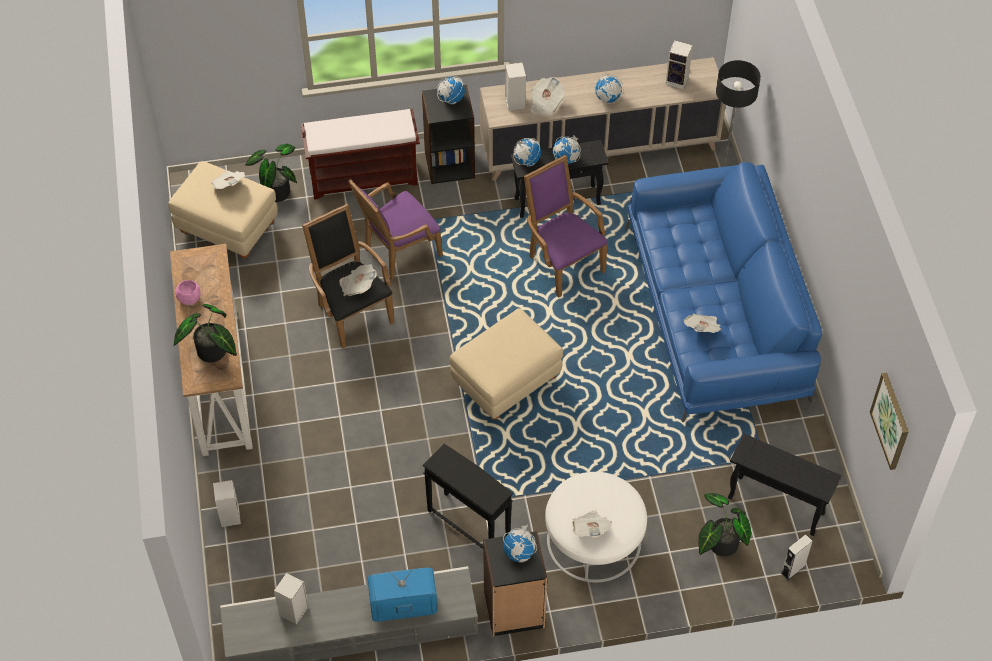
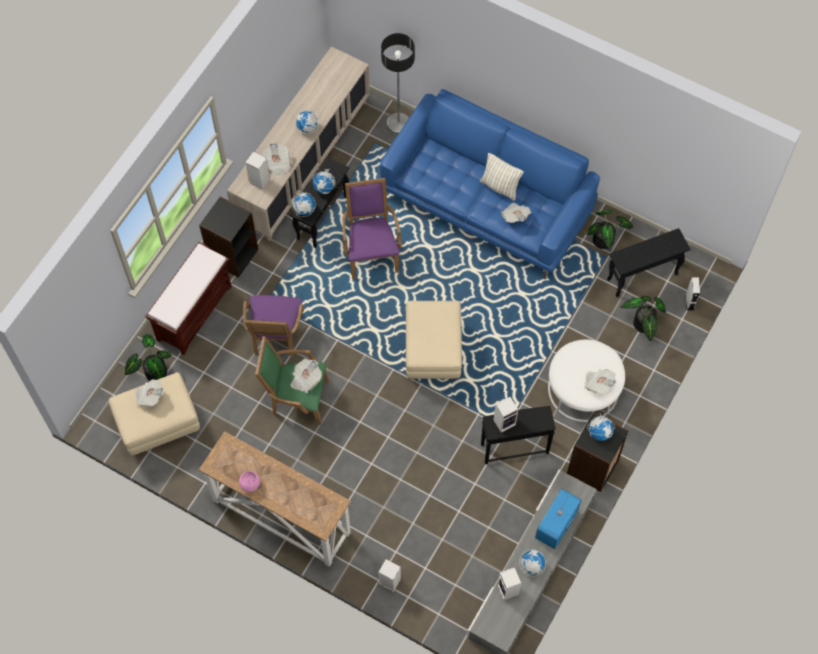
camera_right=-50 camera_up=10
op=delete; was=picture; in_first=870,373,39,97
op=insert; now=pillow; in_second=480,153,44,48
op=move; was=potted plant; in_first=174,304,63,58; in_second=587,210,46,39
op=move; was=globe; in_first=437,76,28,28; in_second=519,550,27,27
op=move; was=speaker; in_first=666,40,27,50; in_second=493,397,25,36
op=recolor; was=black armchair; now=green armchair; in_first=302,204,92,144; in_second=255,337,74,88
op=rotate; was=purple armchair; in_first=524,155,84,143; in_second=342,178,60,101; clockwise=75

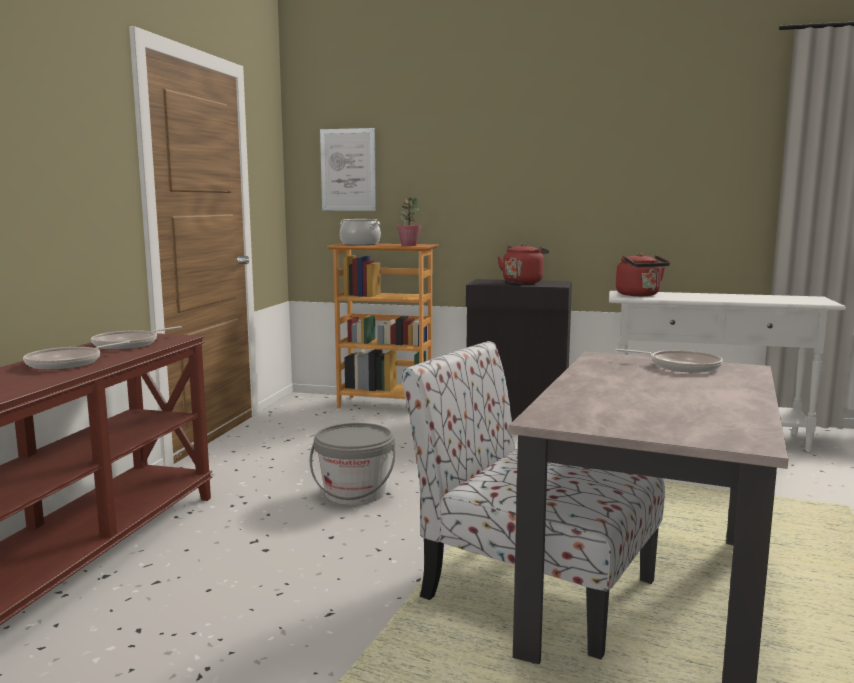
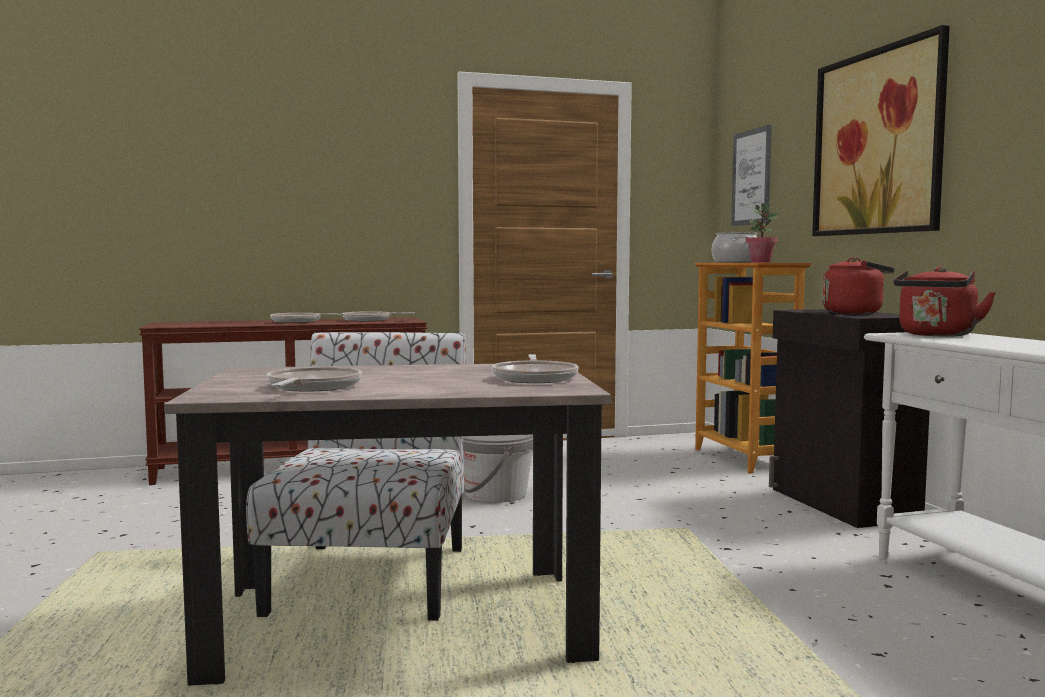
camera_right=60 camera_up=-5
op=insert; now=frying pan; in_second=267,366,95,26
op=insert; now=picture; in_second=812,25,138,211

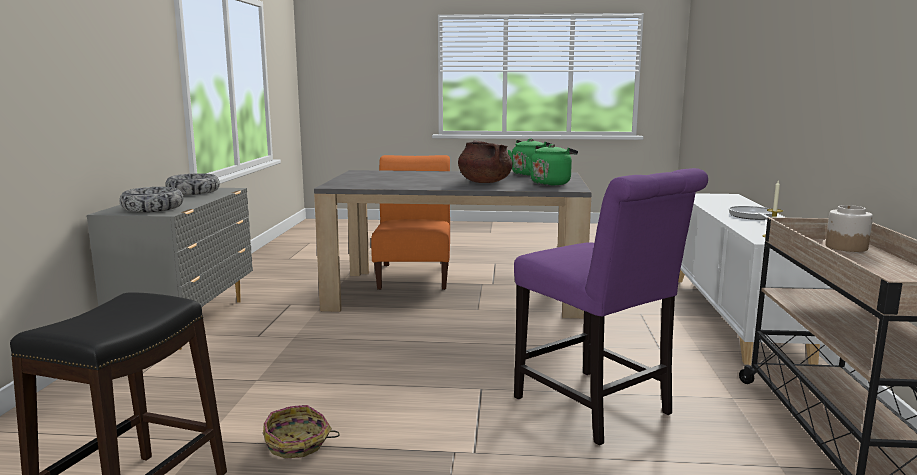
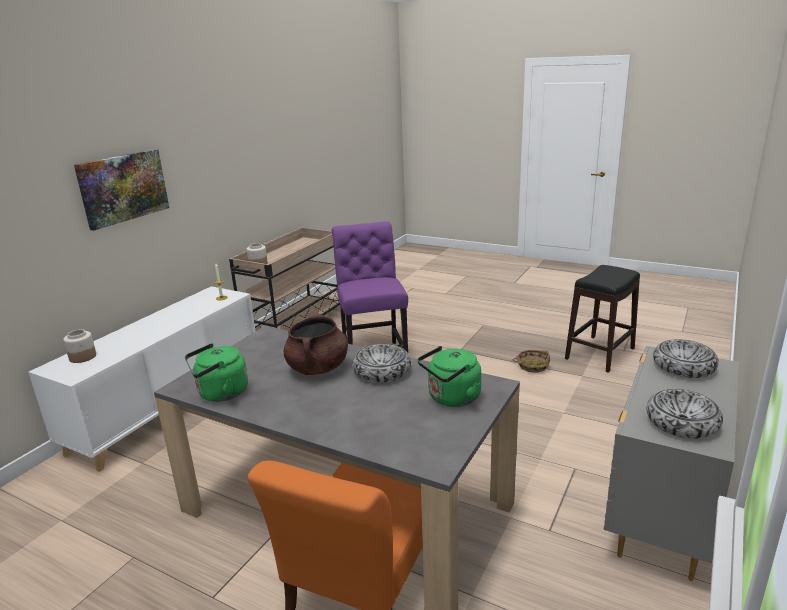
camera_right=-155 camera_up=10
op=delete; was=frying pan; in_first=729,206,43,14
op=insert; now=jar; in_second=63,329,33,34
op=insert; now=picture; in_second=74,149,95,82
op=insert; now=bowl; in_second=352,344,59,39
op=move; was=green kettle; in_first=525,144,53,41; in_second=418,346,63,61

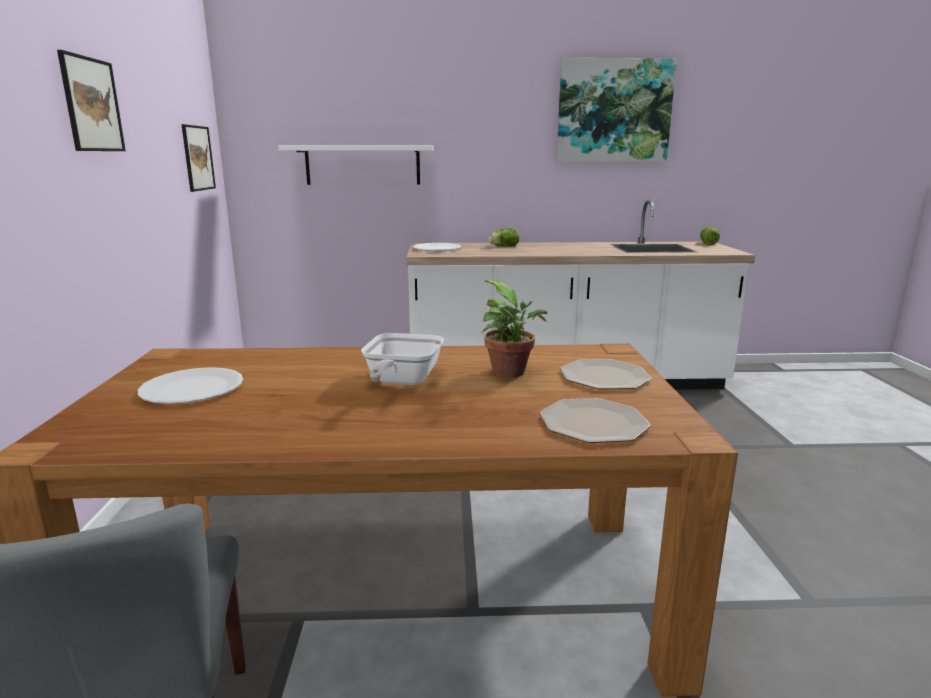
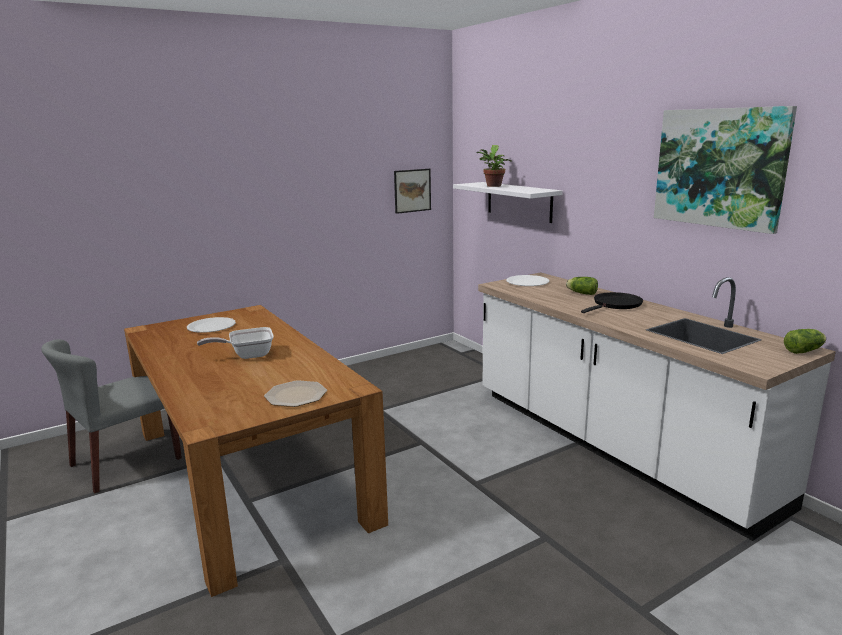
camera_right=60 camera_up=0
op=delete; was=picture; in_first=57,50,69,101
op=delete; was=plate; in_first=540,398,111,45
op=insert; now=black frying pan; in_second=581,292,62,21
op=move; was=potted plant; in_first=481,280,67,98; in_second=477,145,35,42

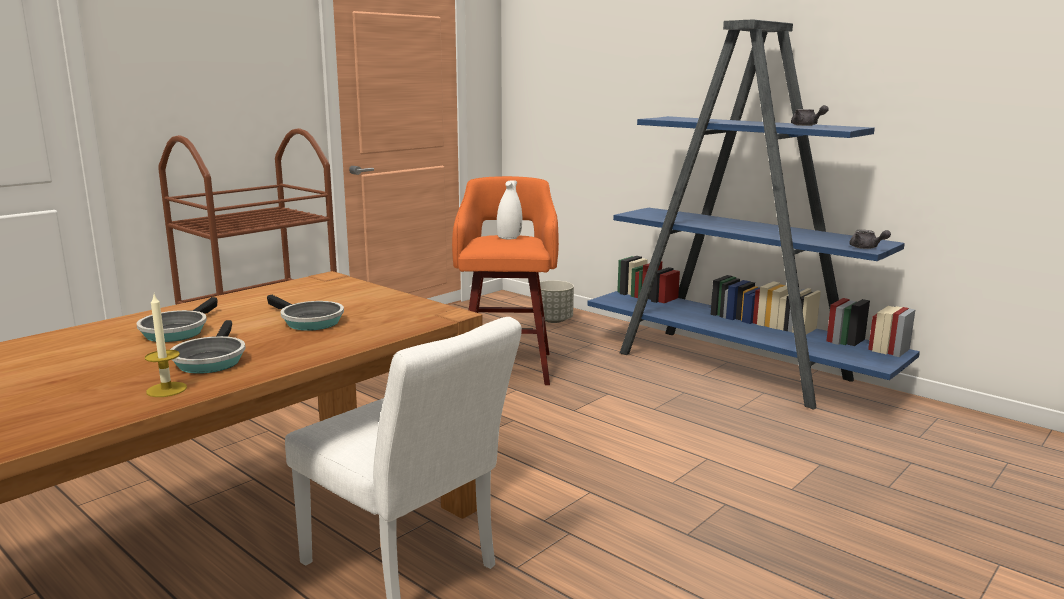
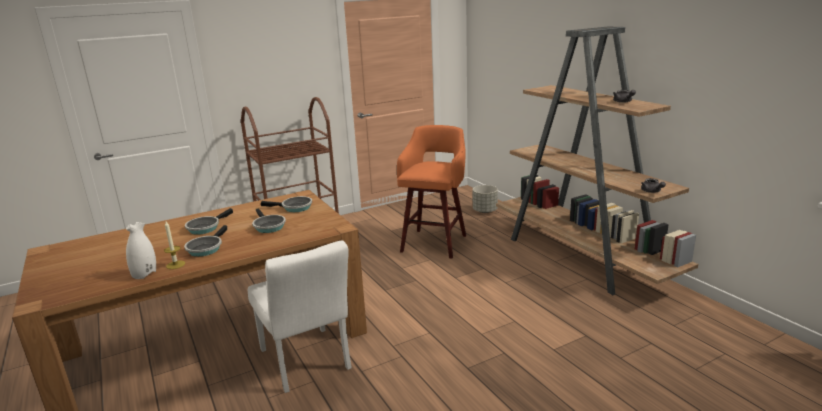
camera_right=20 camera_up=5
op=insert; now=frying pan; in_second=261,196,51,16
op=move; was=white vase; in_first=497,180,25,59; in_second=126,222,30,57
op=recolor; was=blue bookcase; now=brown bookcase; in_first=587,19,333,391; in_second=496,26,202,269

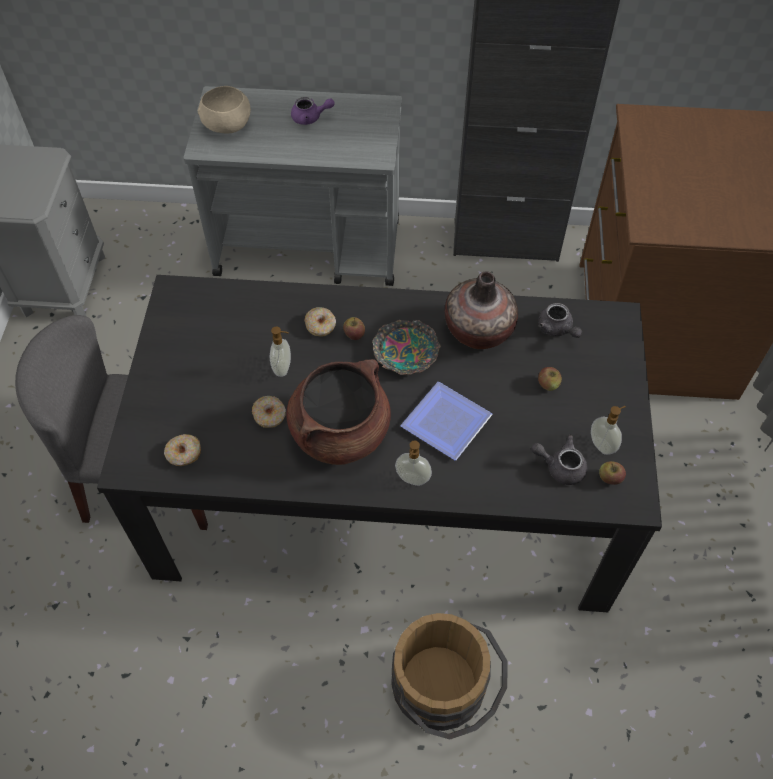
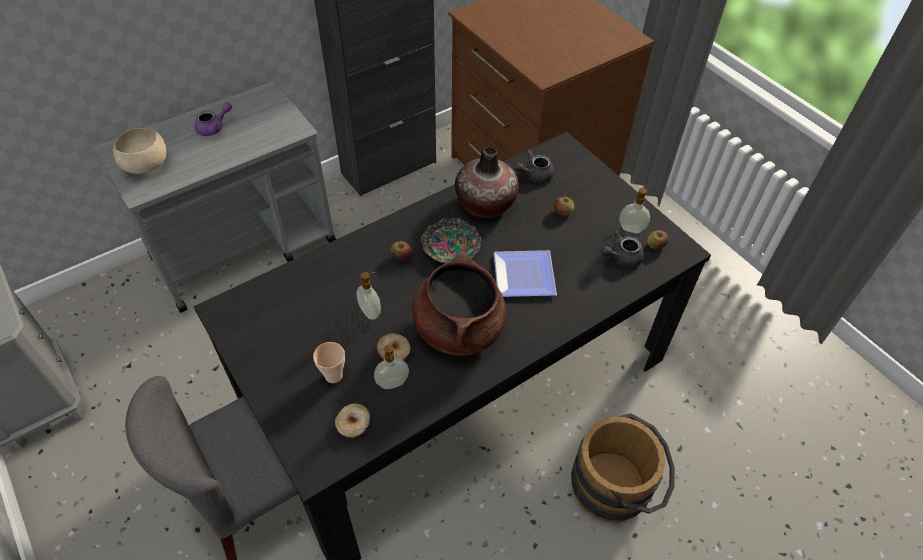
camera_right=-40 camera_up=-5
op=delete; was=donut; in_first=304,307,32,29
op=insert; now=cup; in_second=313,342,32,41
op=move; was=soap dispenser; in_first=395,440,37,46; in_second=374,344,35,45
op=rotate; was=grey teapot; in_first=538,303,44,35; in_second=514,150,40,32; clockwise=135

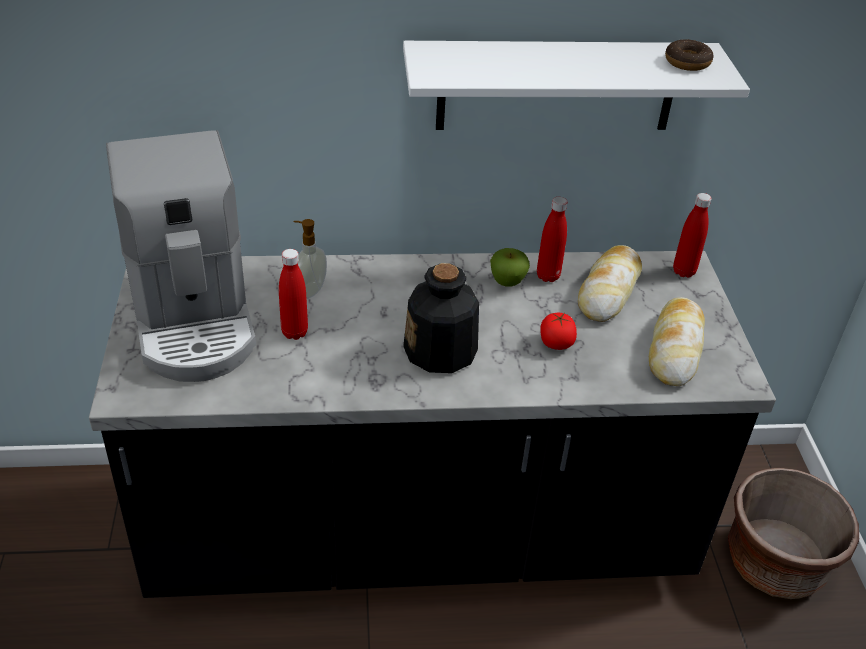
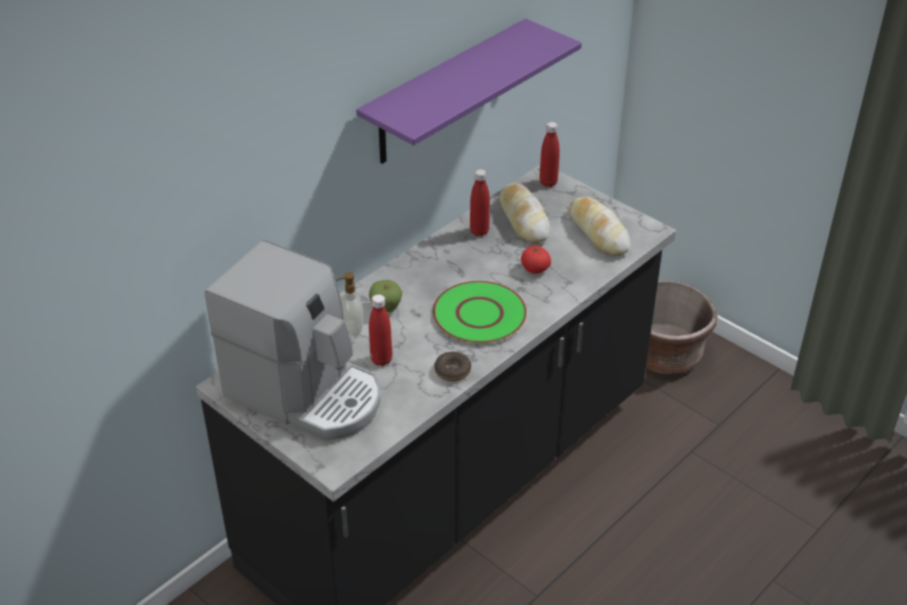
camera_right=-40 camera_up=0
op=move; was=apple; in_first=490,248,40,39; in_second=369,280,33,33
op=move; was=donut; in_first=665,39,49,32; in_second=434,352,37,29
op=replace; was=bottle; now=green plate; in_first=403,263,76,110; in_second=433,281,94,62
op=recolor; was=white shelf; now=purple shelf; in_first=403,41,347,89; in_second=356,19,226,145

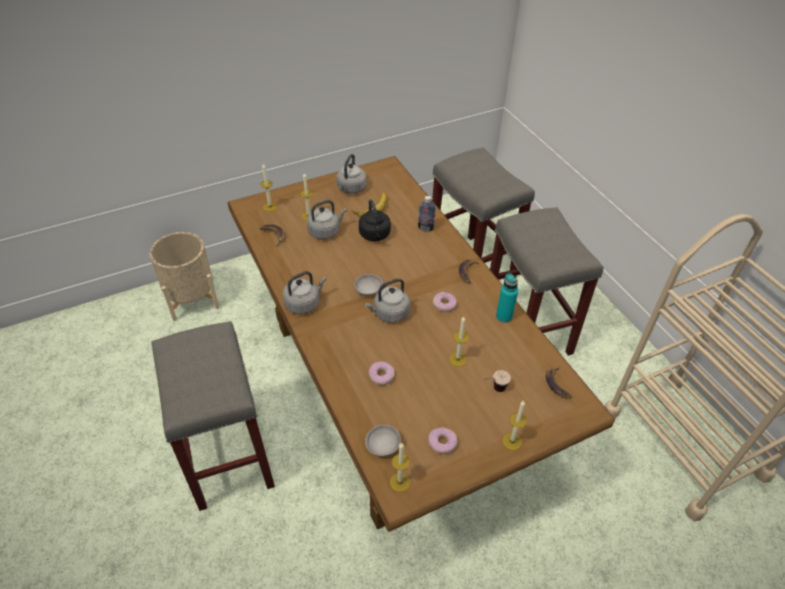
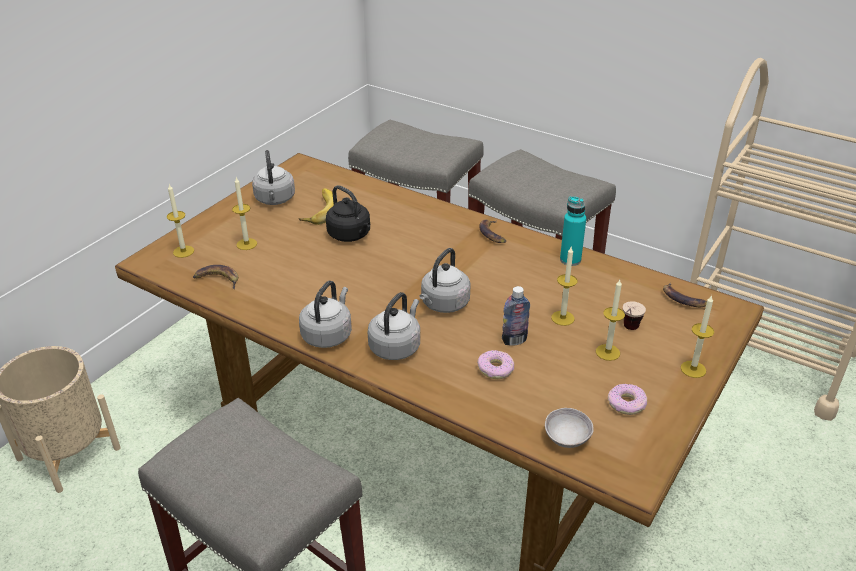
camera_right=-30 camera_up=-10
op=delete; was=grey bowl; in_first=354,274,29,22
op=delete; was=donut; in_first=433,292,24,20
op=move; was=grey kettle; in_first=307,200,40,39; in_second=368,292,52,68
op=move; was=candle; in_first=390,443,20,49; in_second=596,280,29,81
op=move; was=bottle; in_first=418,196,18,35; in_second=502,286,28,60

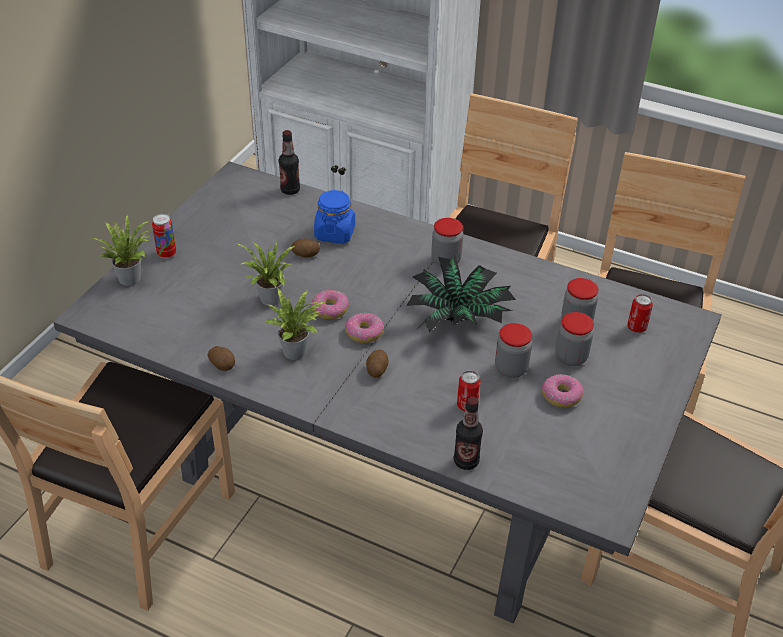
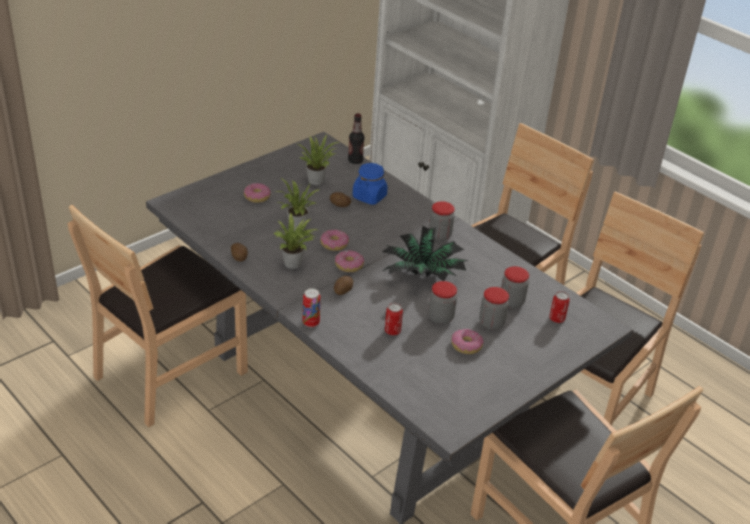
camera_right=20 camera_up=-5
op=delete; was=bottle; in_first=454,396,29,74
op=insert; now=donut; in_second=244,183,27,20
op=move; was=potted plant; in_first=91,213,59,73; in_second=298,135,41,50
op=move; was=can; in_first=152,214,24,45; in_second=303,288,18,39

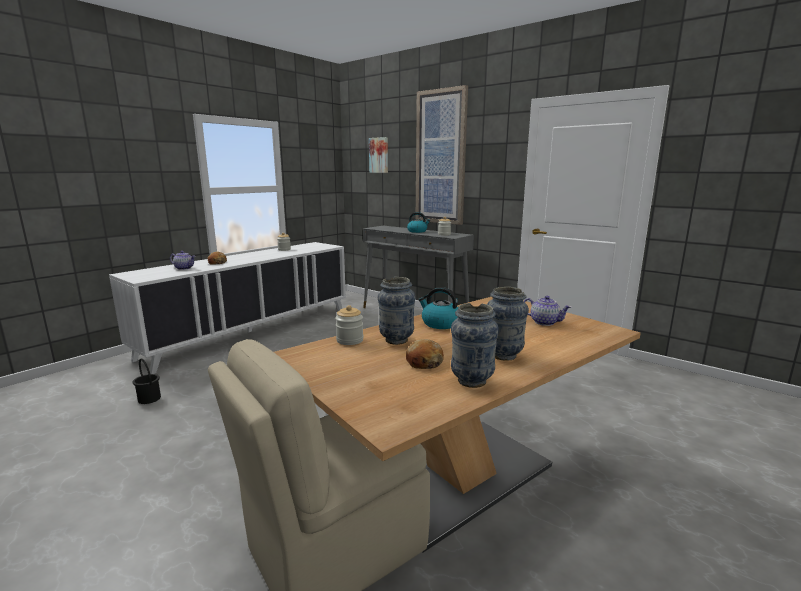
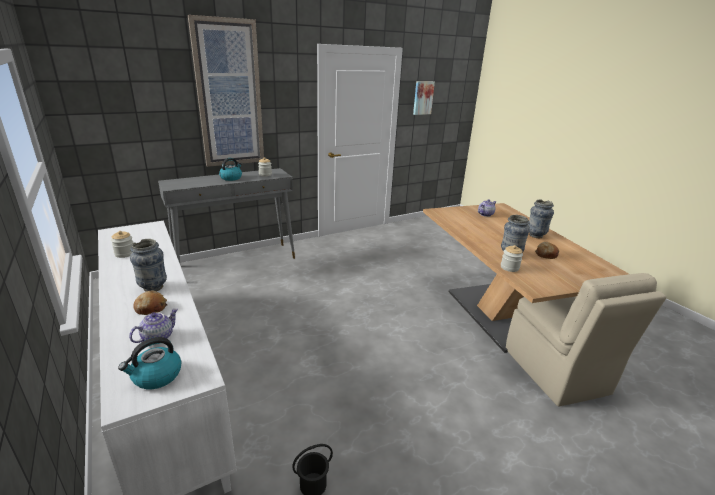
camera_right=-70 camera_up=10
op=move; was=picture; in_first=369,137,19,36; in_second=413,81,22,34
op=move; was=kettle; in_first=418,287,40,42; in_second=118,337,63,52
op=move; was=vase; in_first=451,303,48,85; in_second=130,239,37,52

